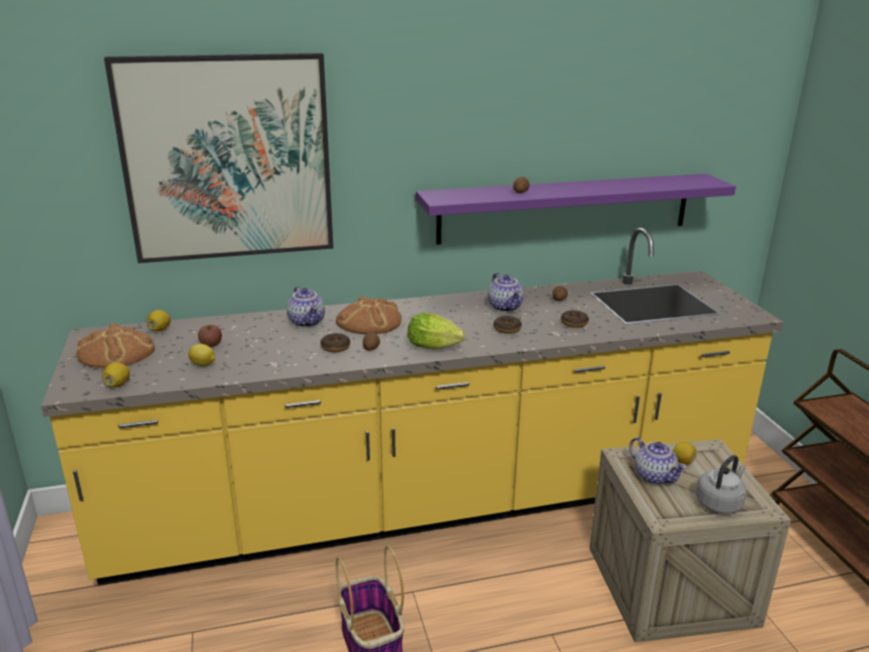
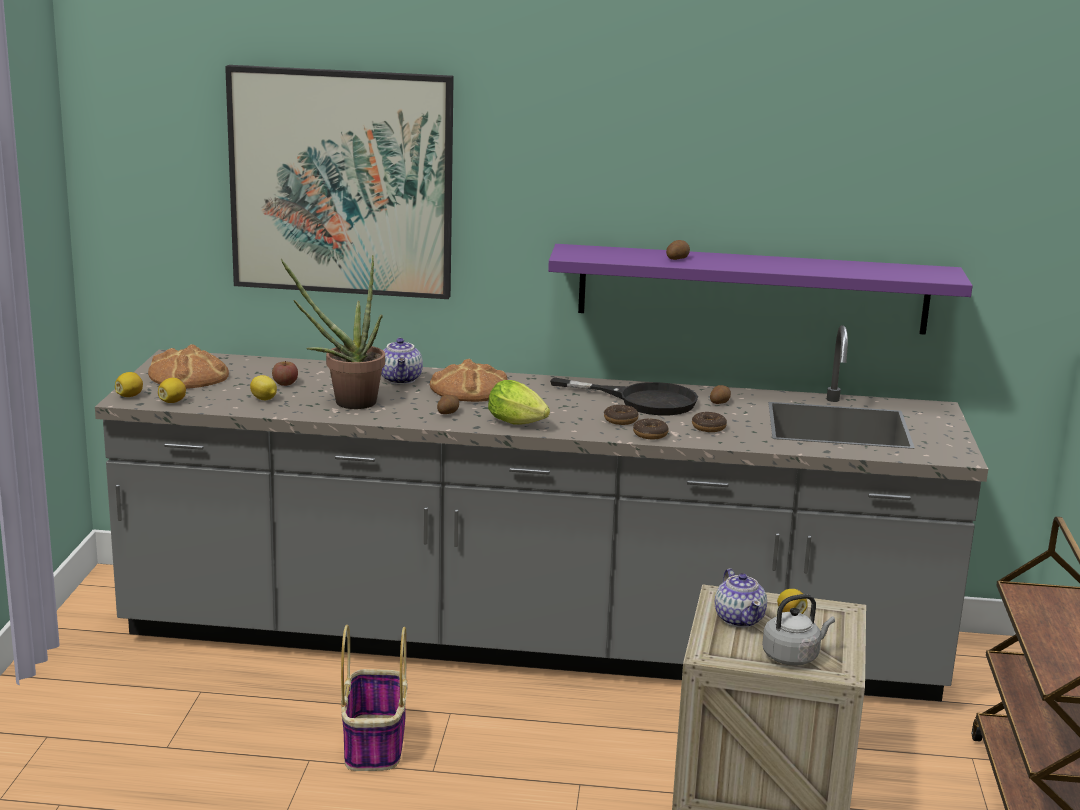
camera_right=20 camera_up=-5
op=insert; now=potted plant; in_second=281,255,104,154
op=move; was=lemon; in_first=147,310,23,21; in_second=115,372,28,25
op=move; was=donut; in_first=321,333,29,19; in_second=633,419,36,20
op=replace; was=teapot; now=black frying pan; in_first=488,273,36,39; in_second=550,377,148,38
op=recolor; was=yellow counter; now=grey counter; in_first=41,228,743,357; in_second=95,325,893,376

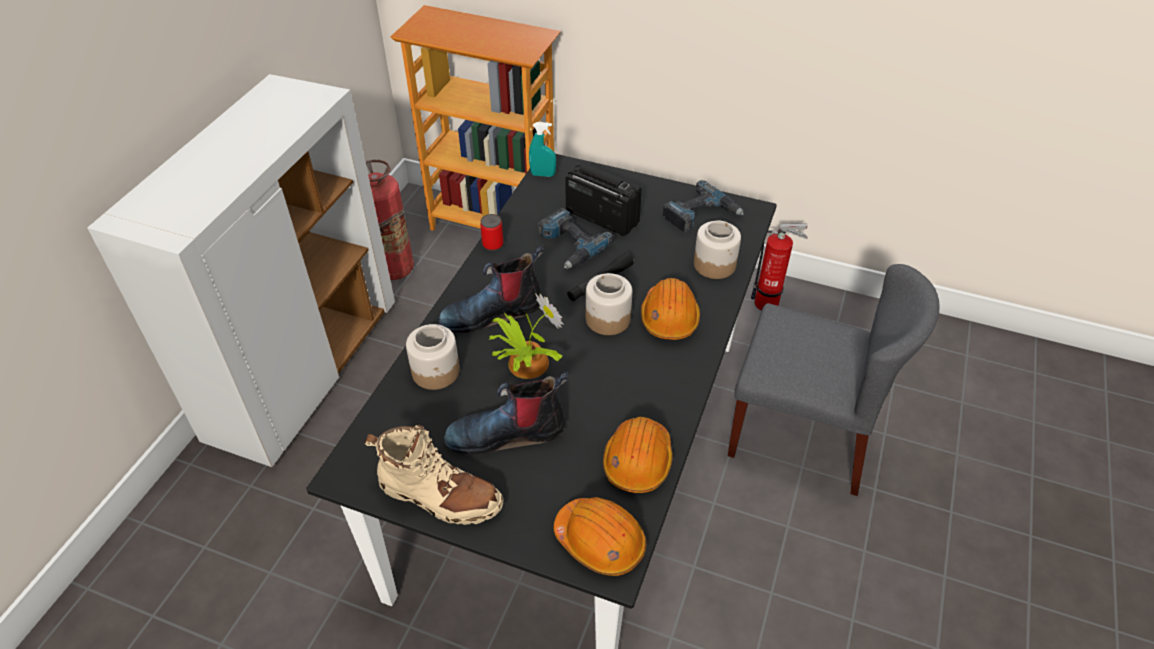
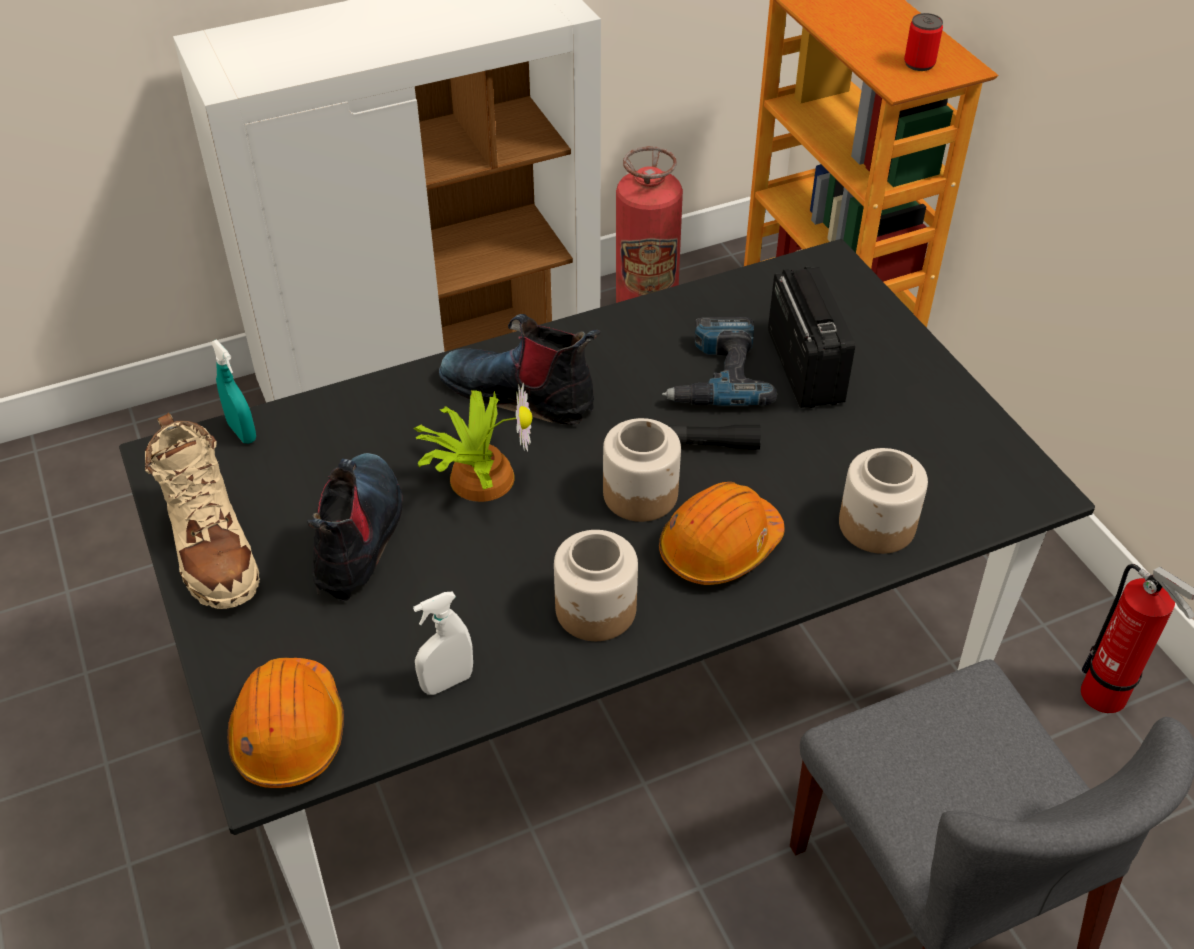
camera_right=45 camera_up=0
op=delete; was=power drill; in_first=663,180,81,52
op=move; was=jar; in_first=406,324,54,66; in_second=554,530,84,111
op=move; was=can; in_first=480,214,24,37; in_second=904,13,39,58
op=move; was=turquoise spray bottle; in_first=529,122,27,55; in_second=210,340,46,103
op=replace; was=orange hard hat; now=white spray bottle; in_first=603,417,70,76; in_second=413,591,60,104
op=rotate; was=boot; in_first=444,372,126,83; in_second=307,453,96,148; clockwise=60

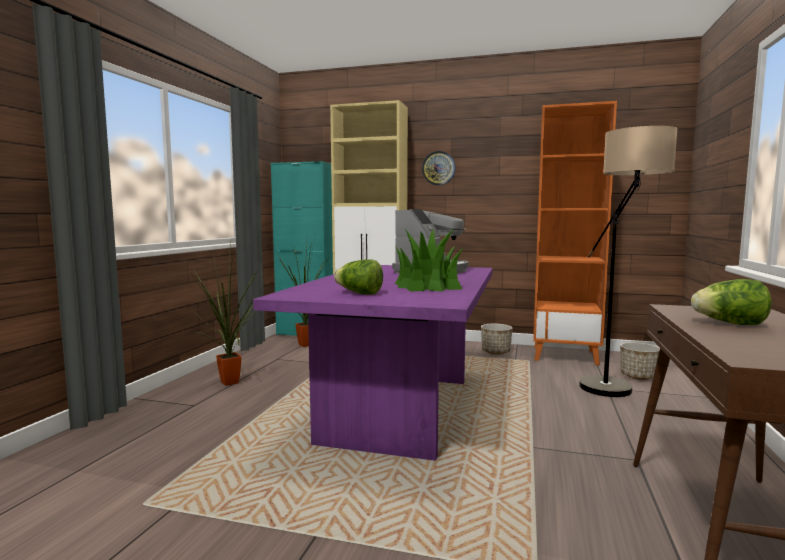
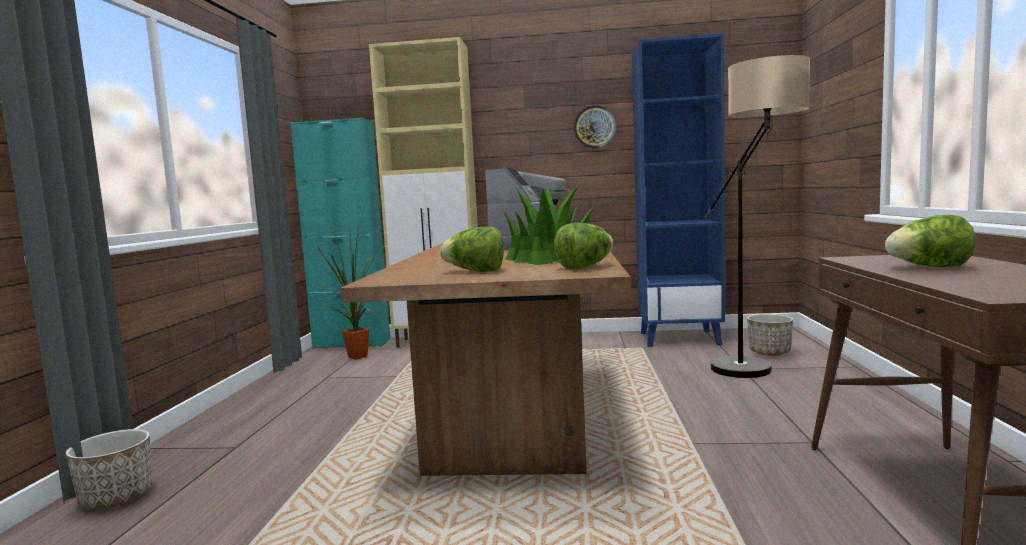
camera_right=-10 camera_up=0
op=delete; was=potted plant; in_first=190,236,73,150
op=insert; now=lettuce; in_second=553,222,61,48
op=move; was=wall clock; in_first=422,151,34,35; in_second=574,105,42,44
op=move; was=planter; in_first=481,324,32,31; in_second=66,429,86,80
op=recolor; was=purple dining table; now=brown dining table; in_first=253,265,239,196; in_second=340,244,291,232
op=recolor; was=orange bookcase; now=blue bookcase; in_first=534,101,83,264; in_second=632,33,93,314

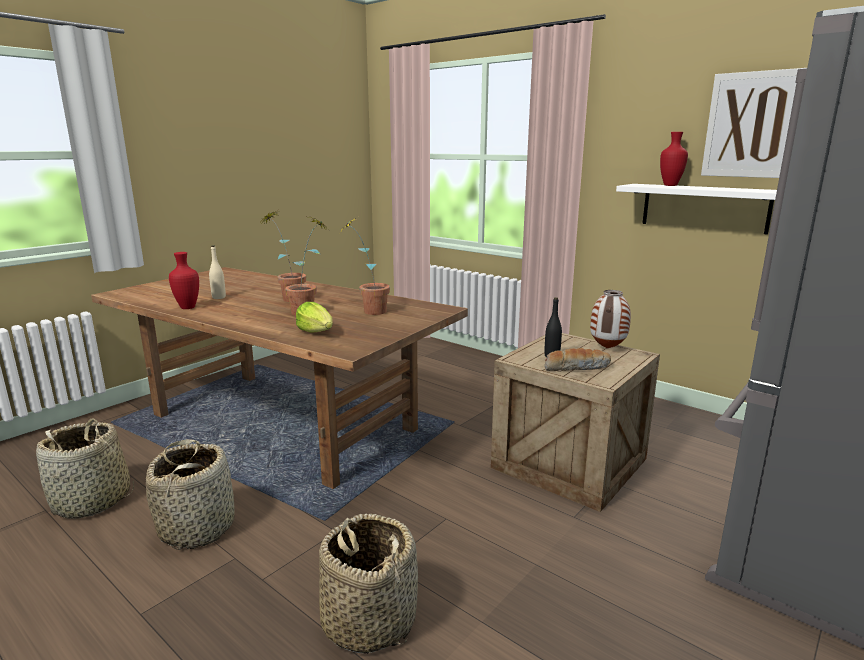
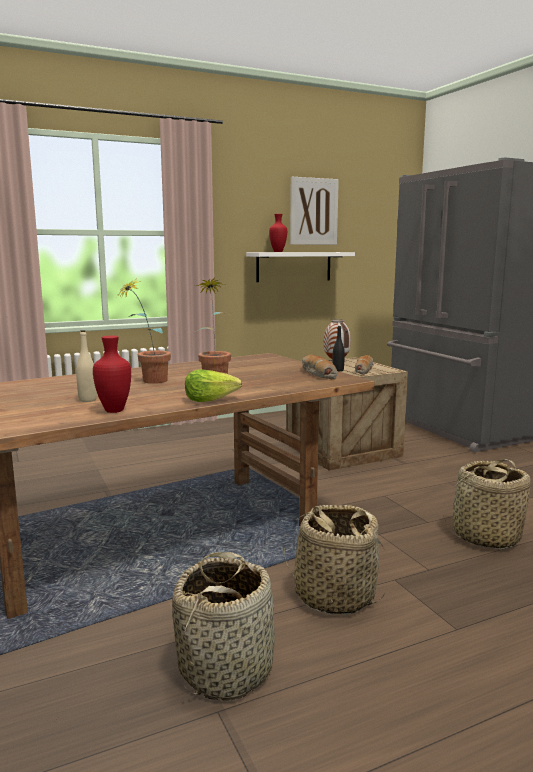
camera_right=-65 camera_up=-5
op=delete; was=potted plant; in_first=340,218,50,97
op=insert; now=bread; in_second=302,355,36,25
op=move; was=lettuce; in_first=296,302,37,31; in_second=185,369,57,33

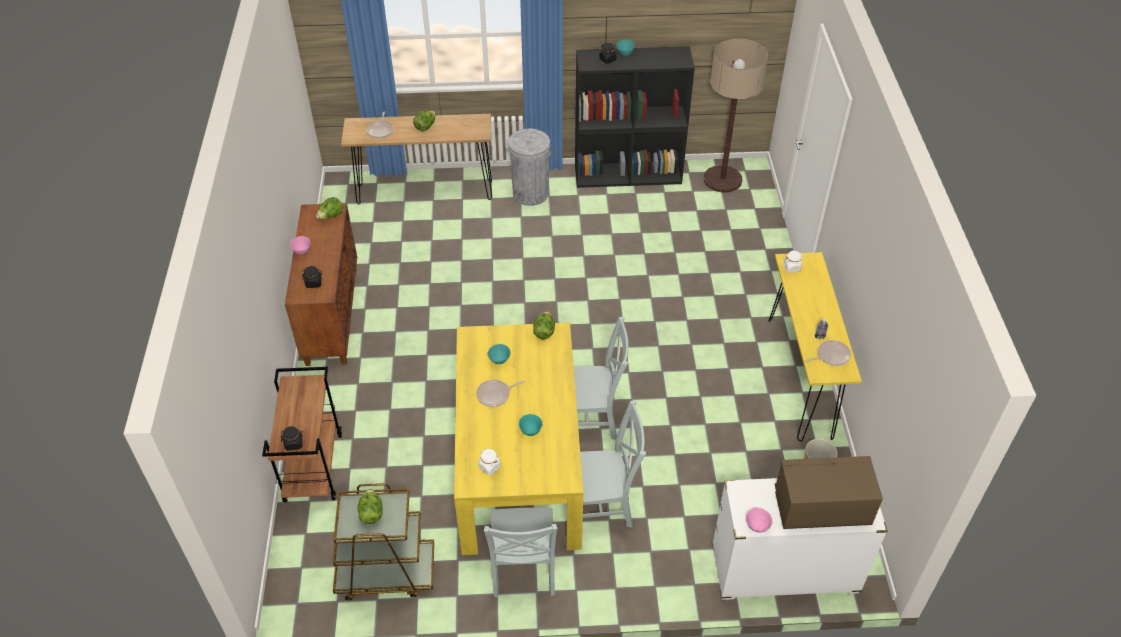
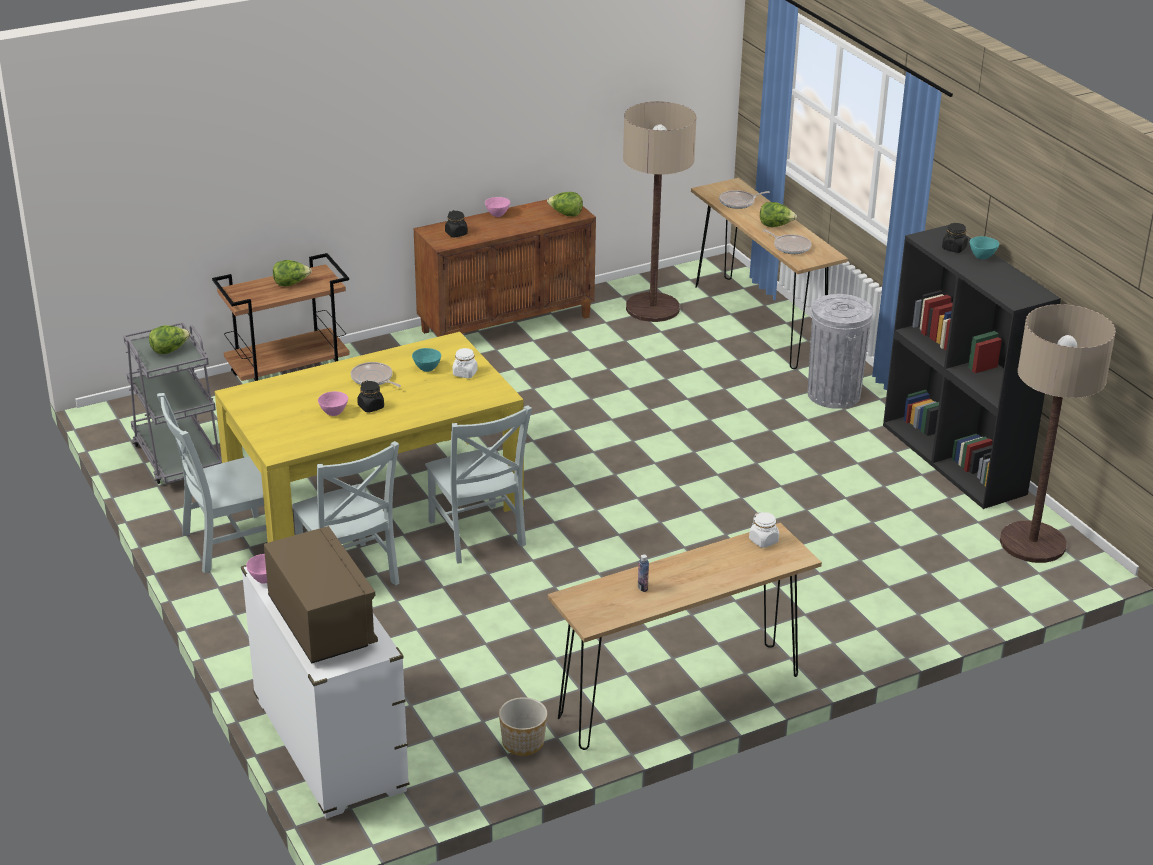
camera_right=65 camera_up=-15
op=insert; now=floor lamp; in_second=623,102,73,220
op=move; was=black jar; in_first=280,426,23,25; in_second=357,381,27,32
op=move; was=white jar; in_first=478,449,23,26; in_second=453,348,25,30
op=move; was=lettuce; in_first=533,311,22,28; in_second=273,260,39,26
op=move; was=frying pan; in_first=806,340,45,26; in_second=763,229,48,25
op=recolor; was=brown cart; now=grey cart; in_first=333,483,101,117; in_second=123,322,99,162
op=recolor; was=turquoise bowl; now=pink bowl; in_first=519,414,23,22; in_second=318,391,30,25
op=recolor; was=yellow console table; now=brown console table; in_first=768,252,94,189; in_second=548,523,274,227

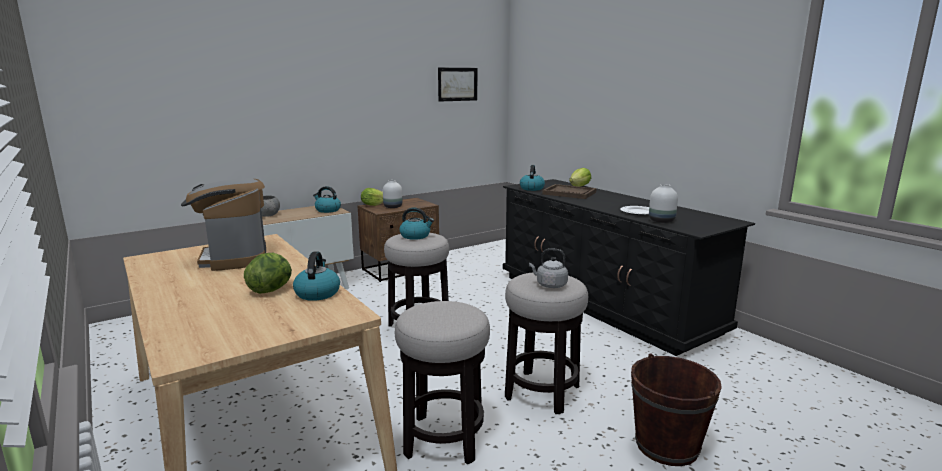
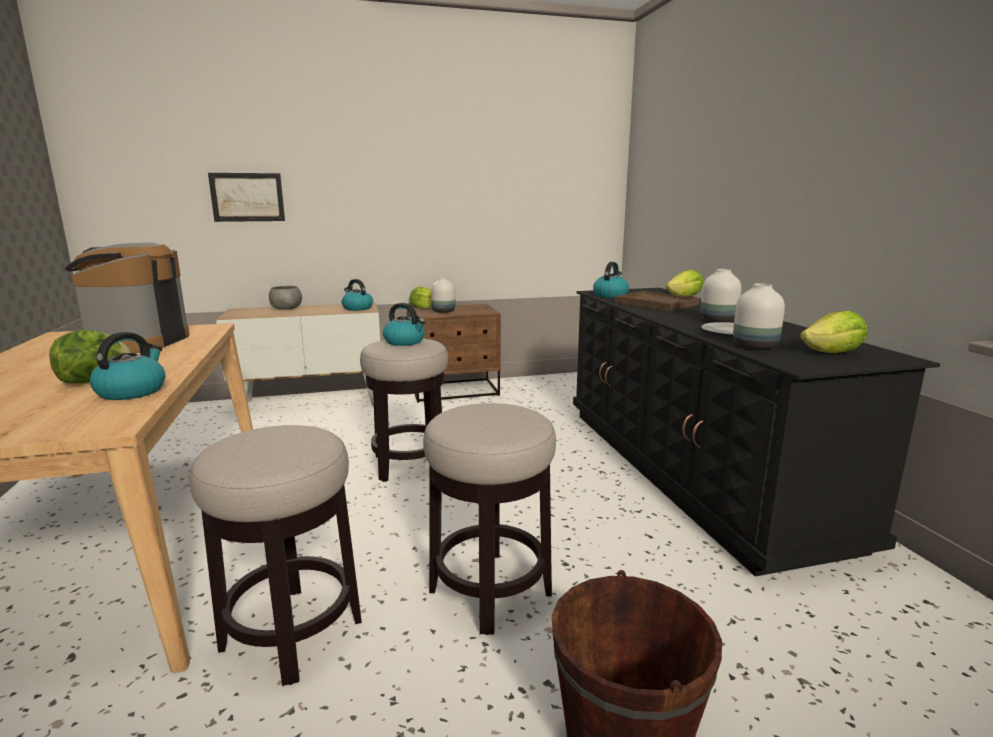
camera_right=20 camera_up=0
op=delete; was=grey kettle; in_first=529,248,39,40
op=insert; now=white vase; in_second=700,269,41,53
op=insert; now=lettuce; in_second=800,310,68,43
op=move; was=picture; in_first=438,68,39,34; in_second=208,173,77,49

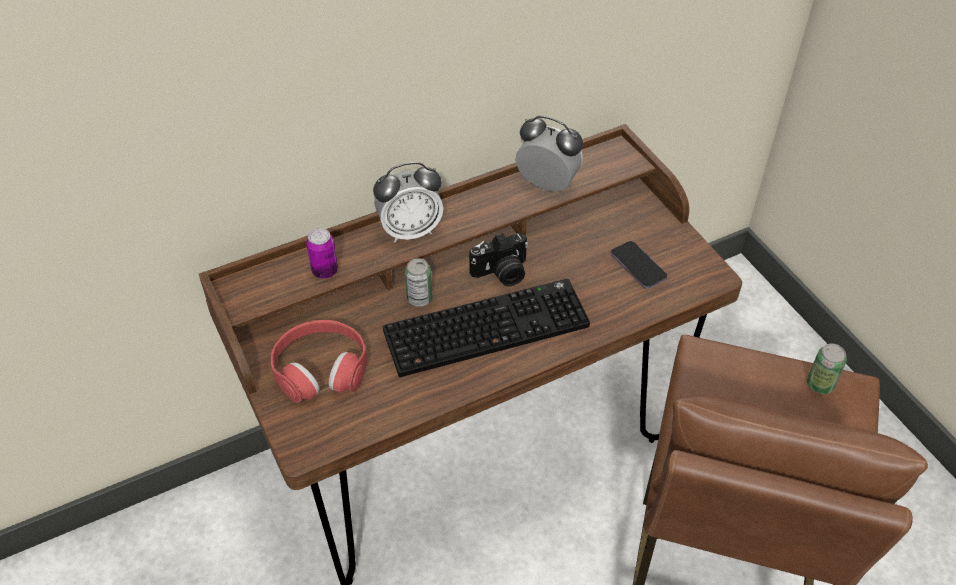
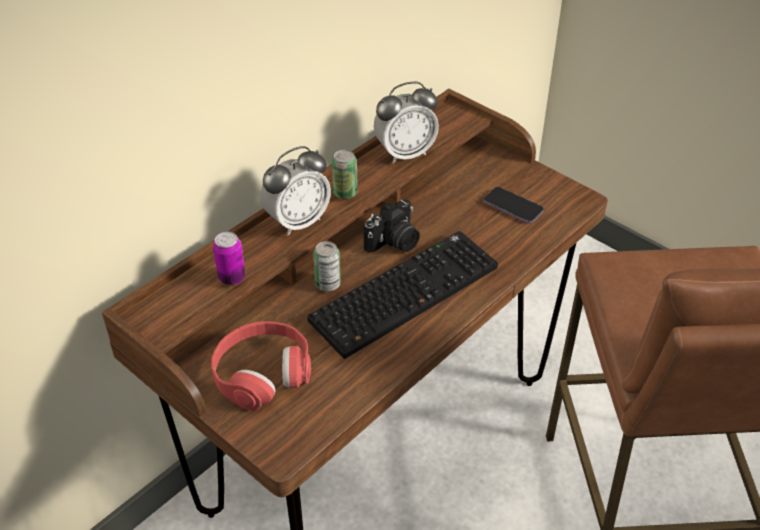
camera_right=-20 camera_up=-5
op=move; was=can; in_first=807,344,40,50; in_second=332,150,26,49
op=rotate; was=alarm clock; in_first=516,116,67,75; in_second=374,82,65,82; clockwise=150

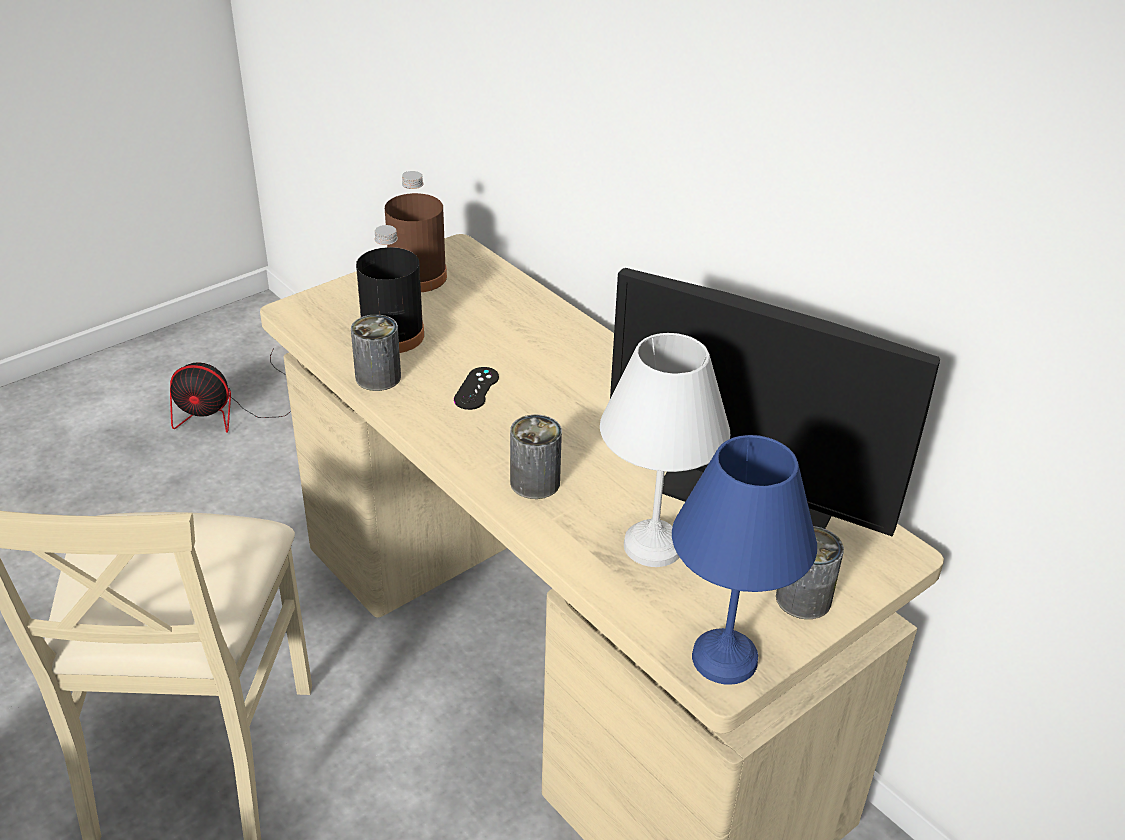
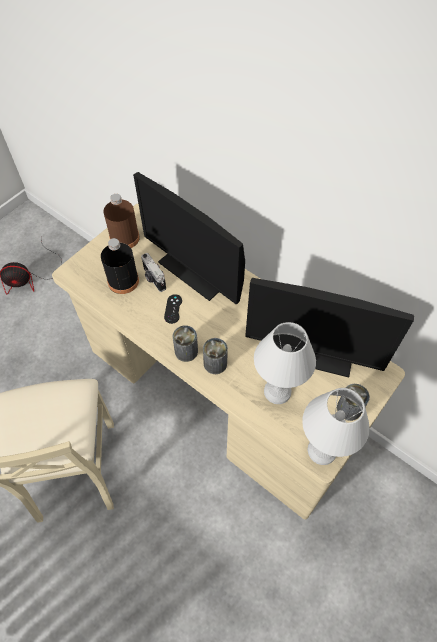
camera_right=-10 camera_up=20
op=insert; now=monitor; in_second=133,172,112,133
op=insert; now=photo camera; in_second=141,253,25,39
op=move; was=can; in_first=351,315,50,76; in_second=173,325,25,37
op=recolor; was=blue table lamp; now=white table lamp; in_first=672,435,145,250; in_second=302,388,68,77

